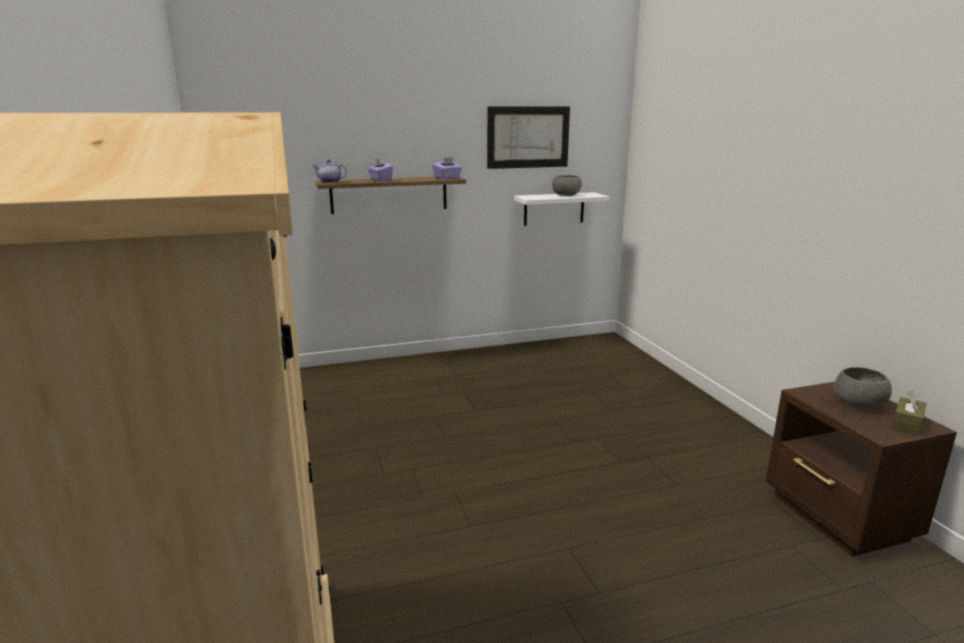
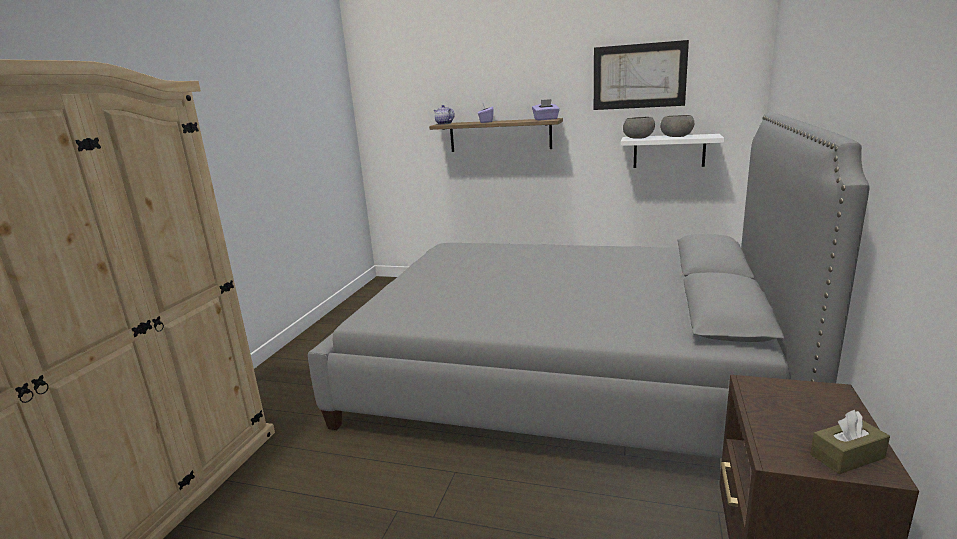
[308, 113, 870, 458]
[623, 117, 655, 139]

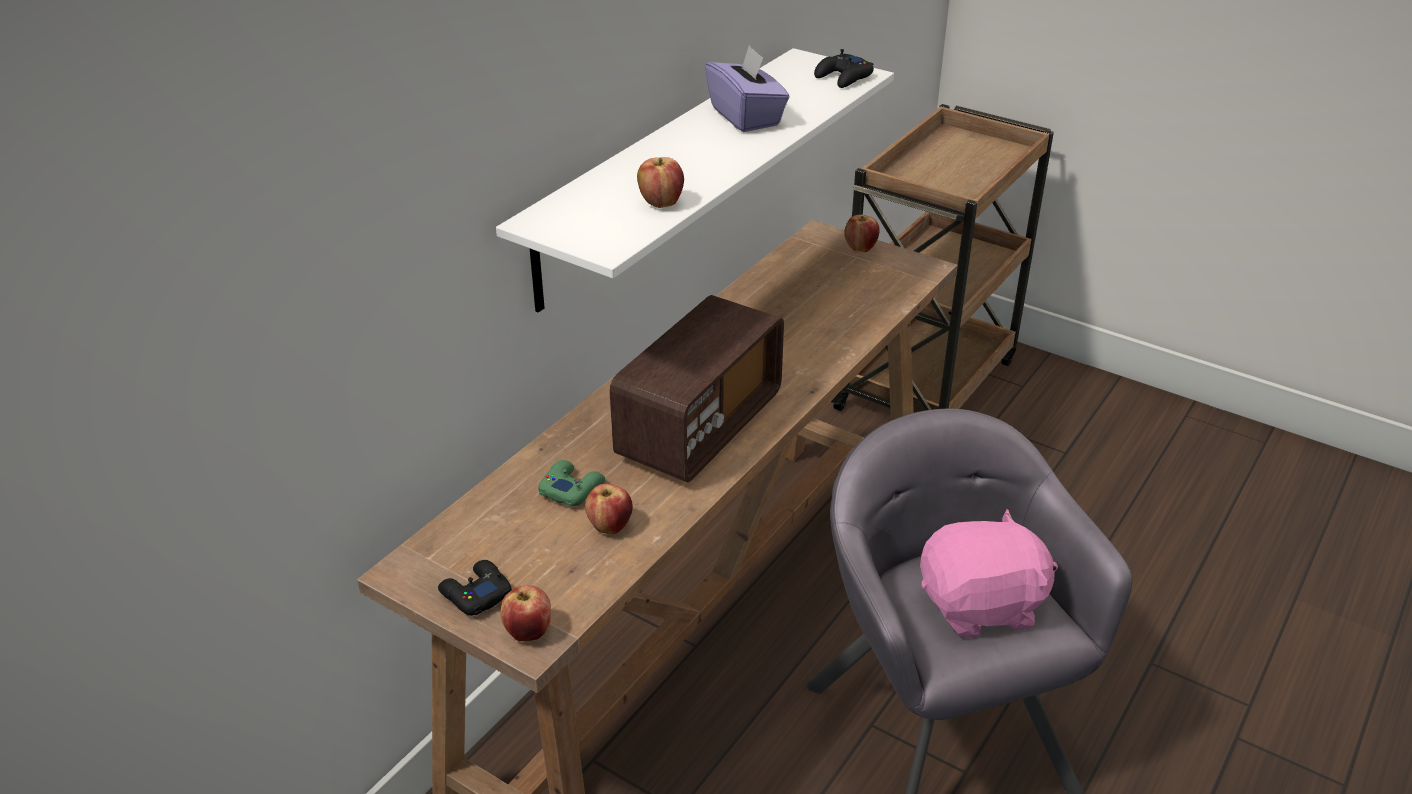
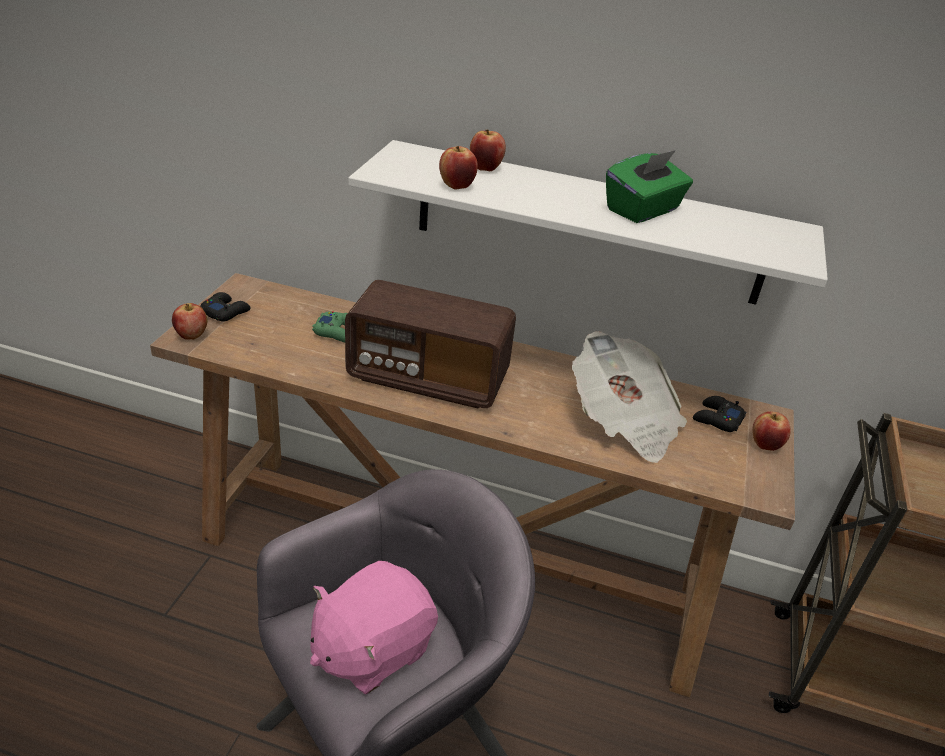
[572, 331, 687, 463]
[470, 130, 506, 171]
[693, 396, 746, 432]
[606, 150, 693, 223]
[310, 561, 438, 695]

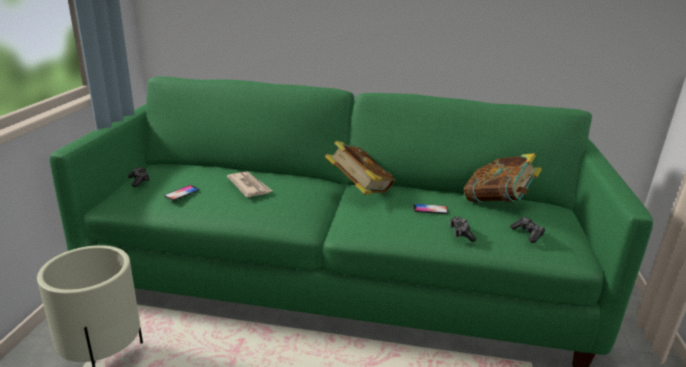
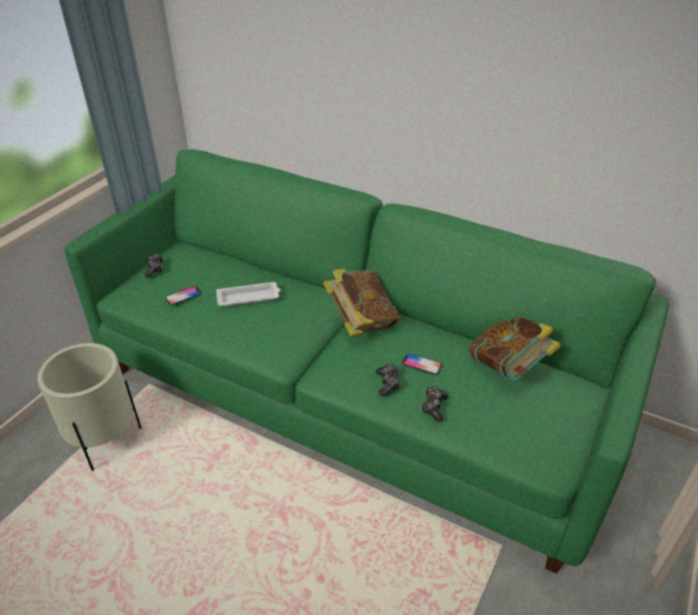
[376, 364, 401, 396]
[216, 282, 281, 306]

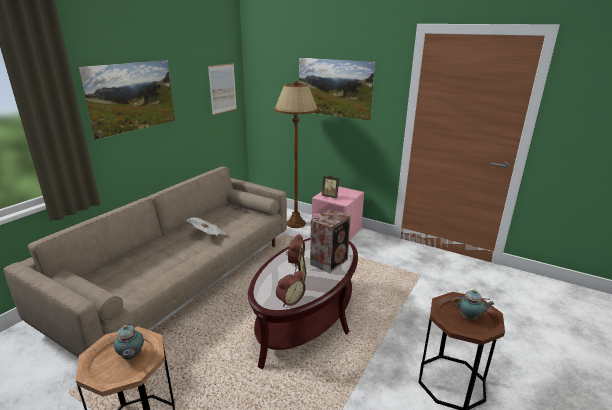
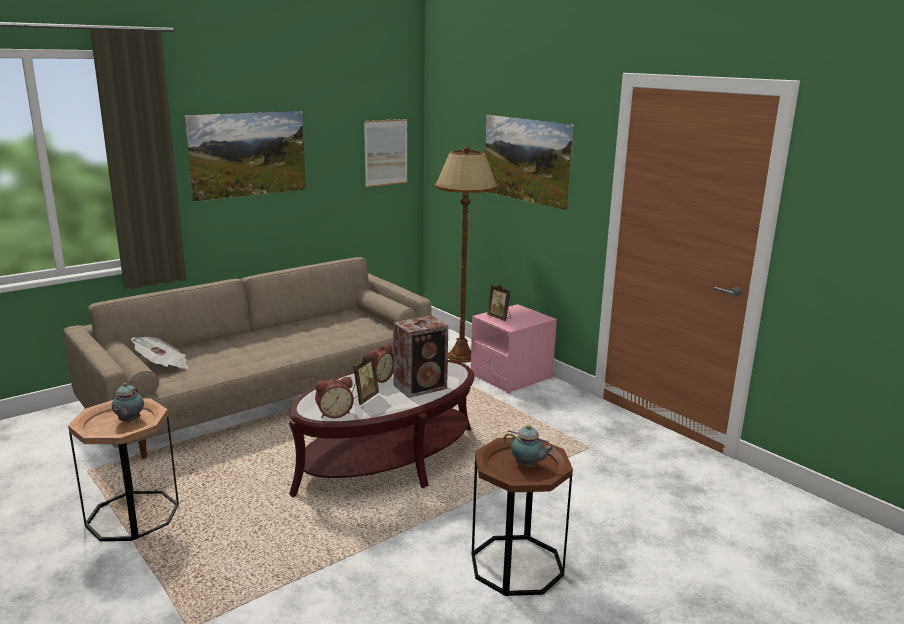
[131, 337, 188, 369]

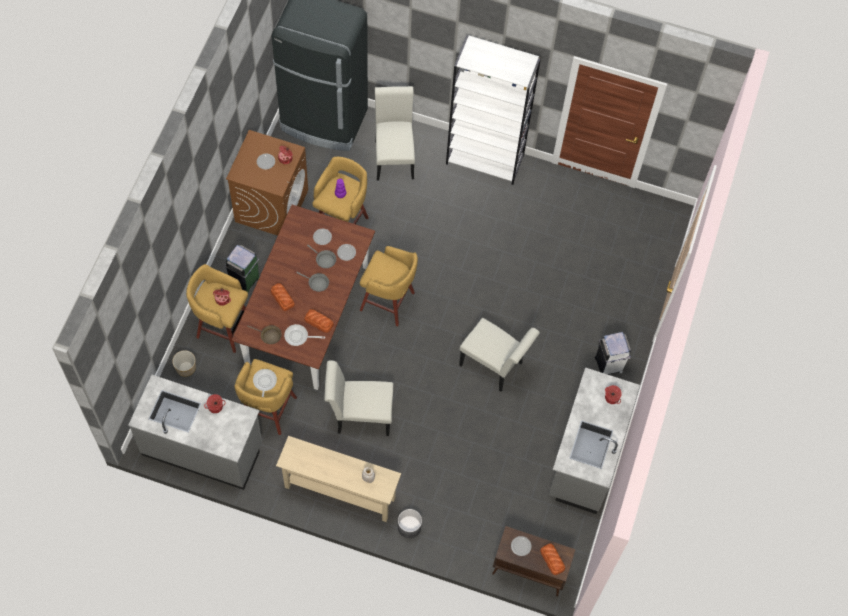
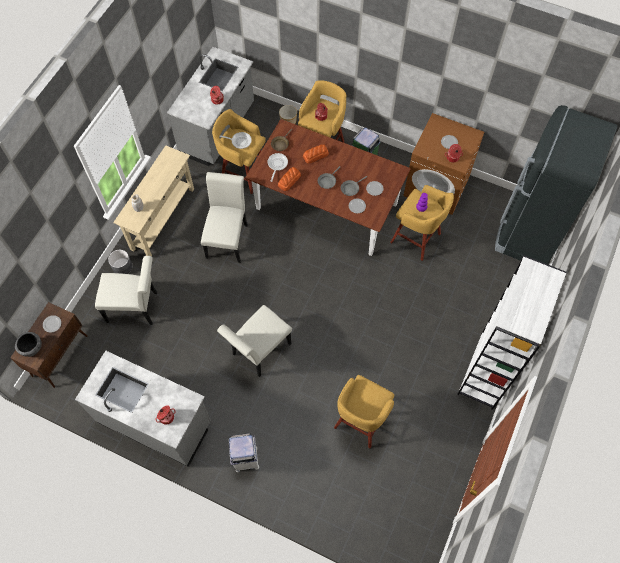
[334, 375, 395, 448]
[95, 256, 157, 325]
[15, 332, 42, 357]

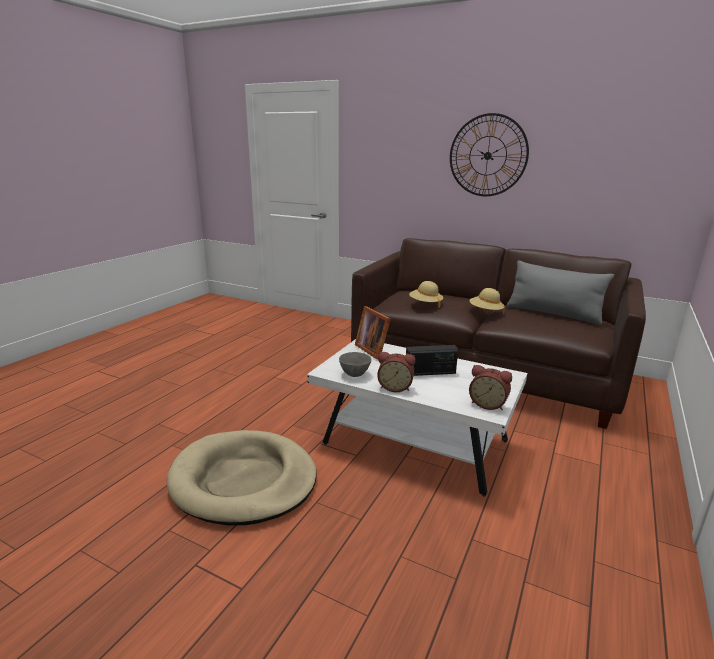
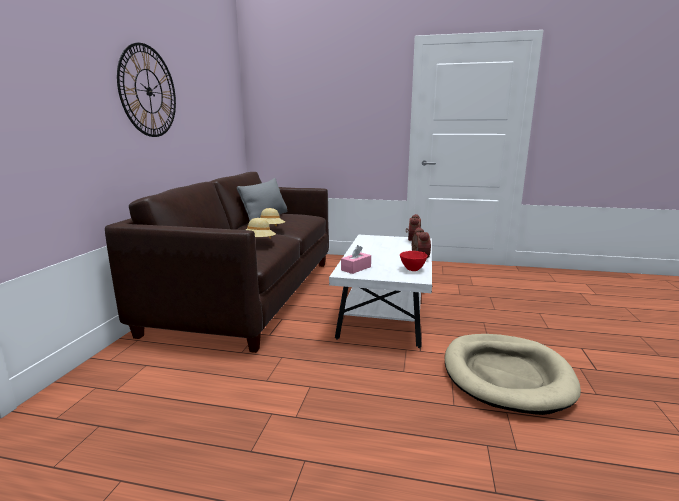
[406, 345, 458, 376] (first image)
[341, 245, 371, 274]
[400, 251, 427, 271]

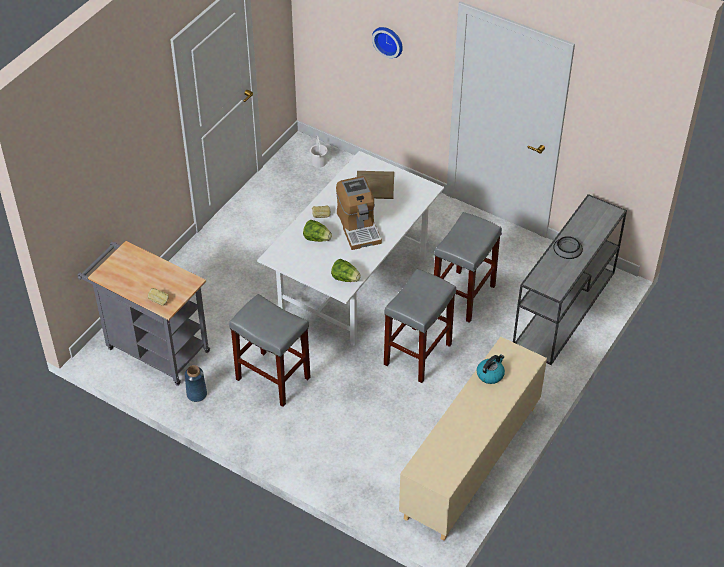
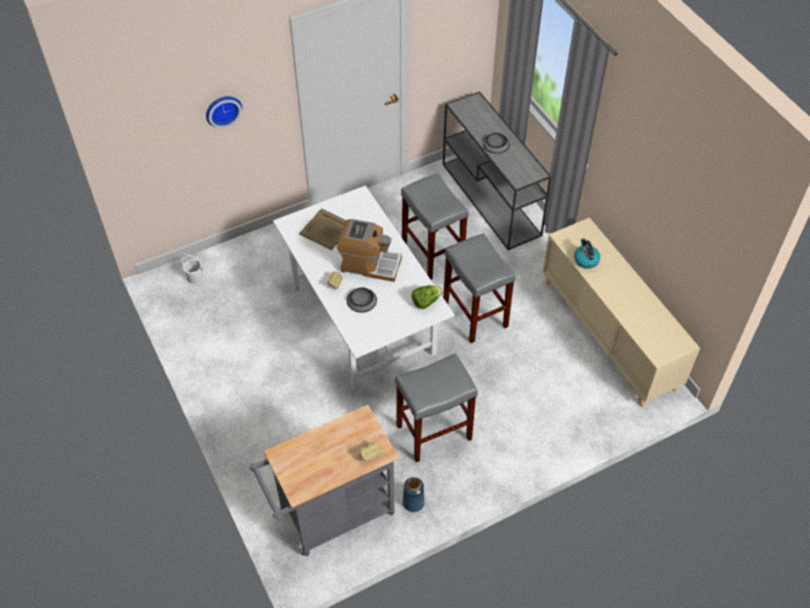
[347, 288, 377, 313]

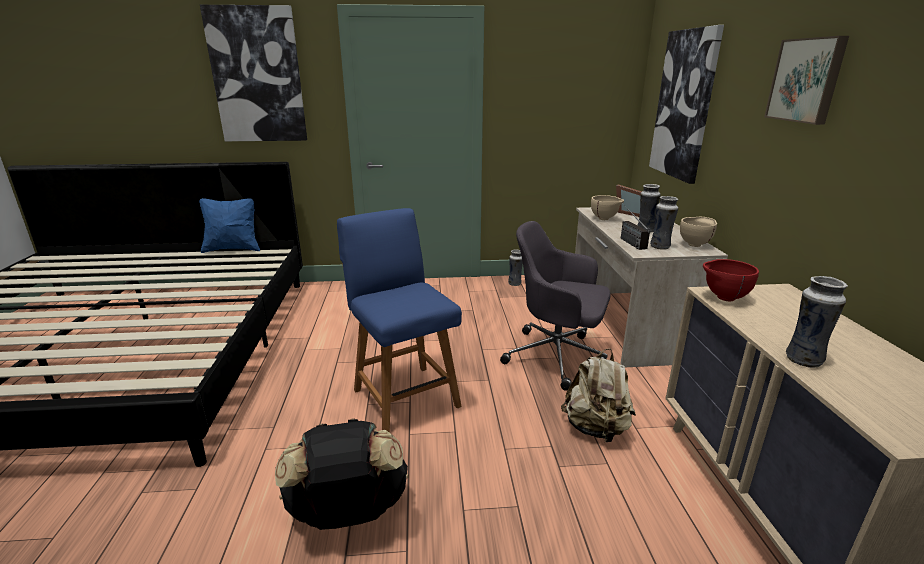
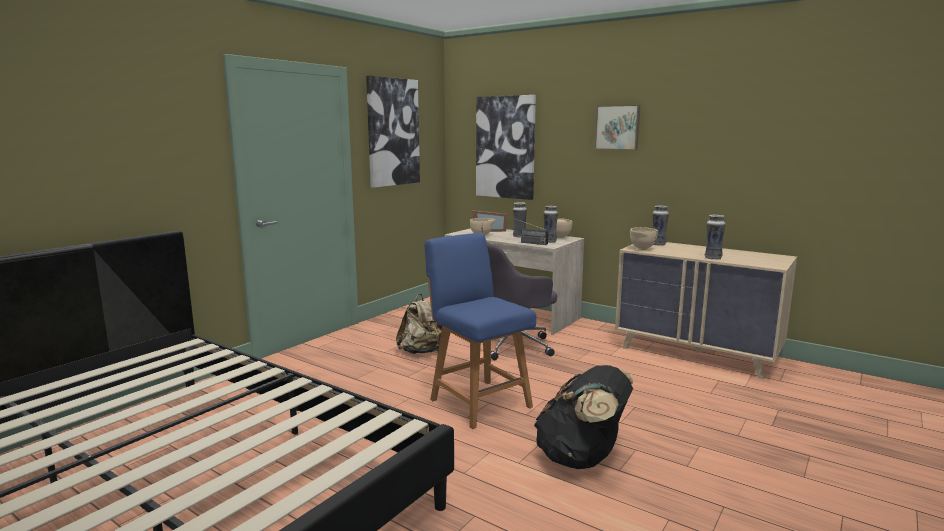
[199, 198, 260, 253] (first image)
[366, 75, 420, 188]
[652, 205, 669, 246]
[396, 294, 442, 354]
[630, 227, 658, 250]
[425, 233, 536, 429]

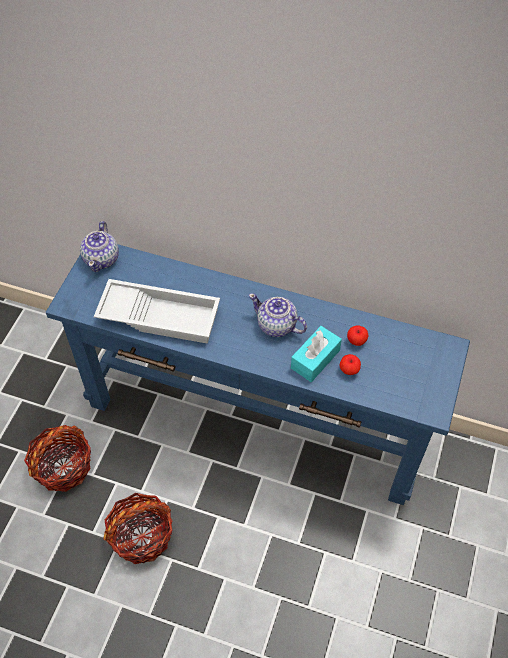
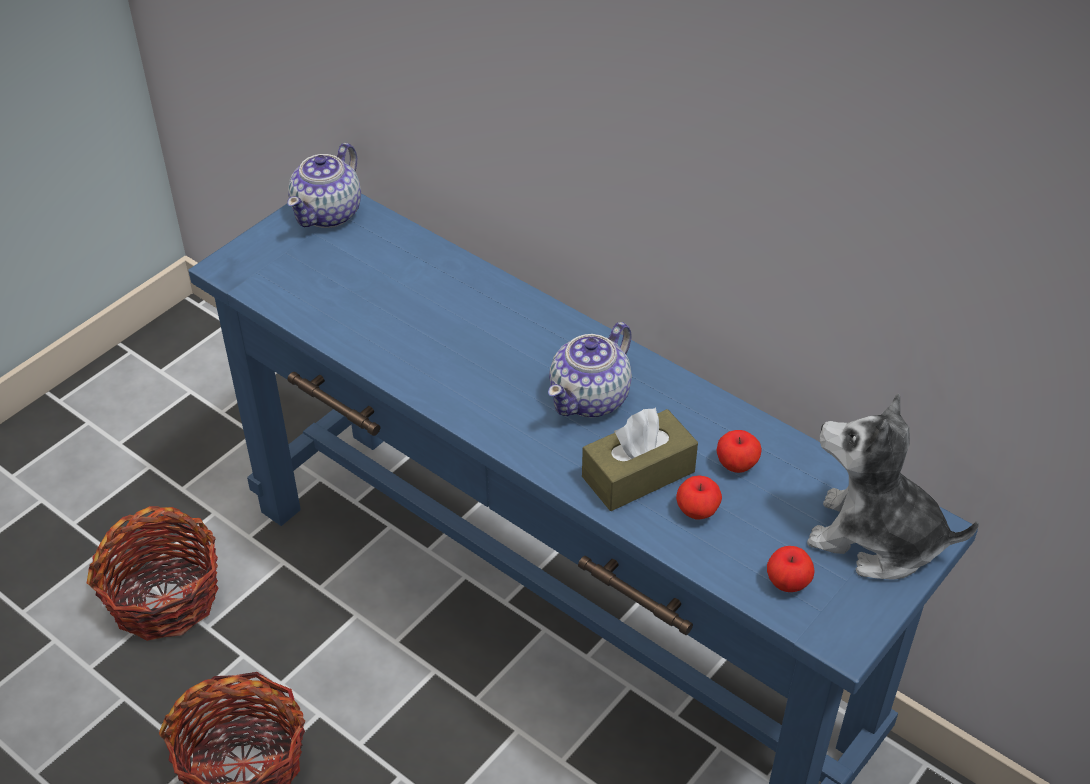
[94, 279, 220, 344] (first image)
[767, 546, 815, 592]
[807, 393, 979, 580]
[582, 407, 698, 511]
[548, 322, 632, 418]

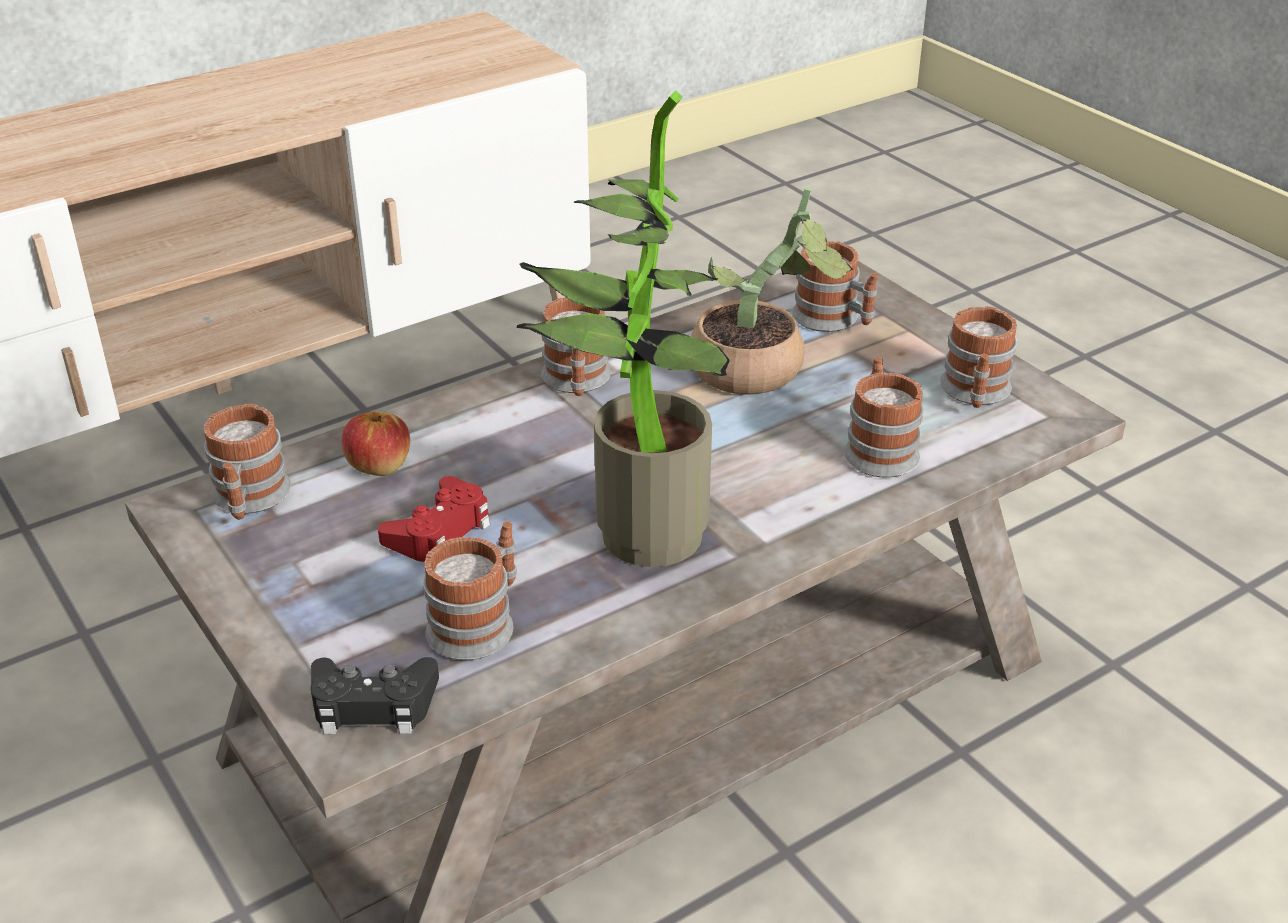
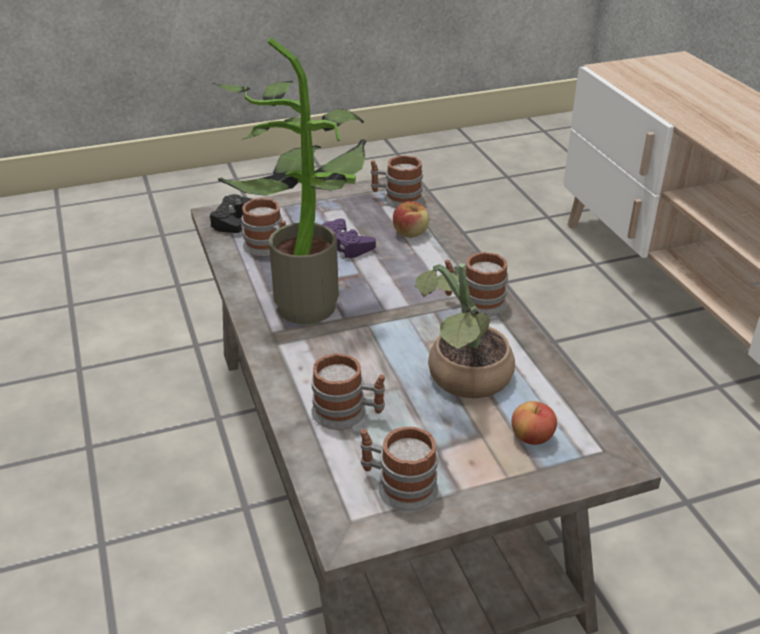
[512, 401, 557, 445]
[322, 219, 376, 259]

